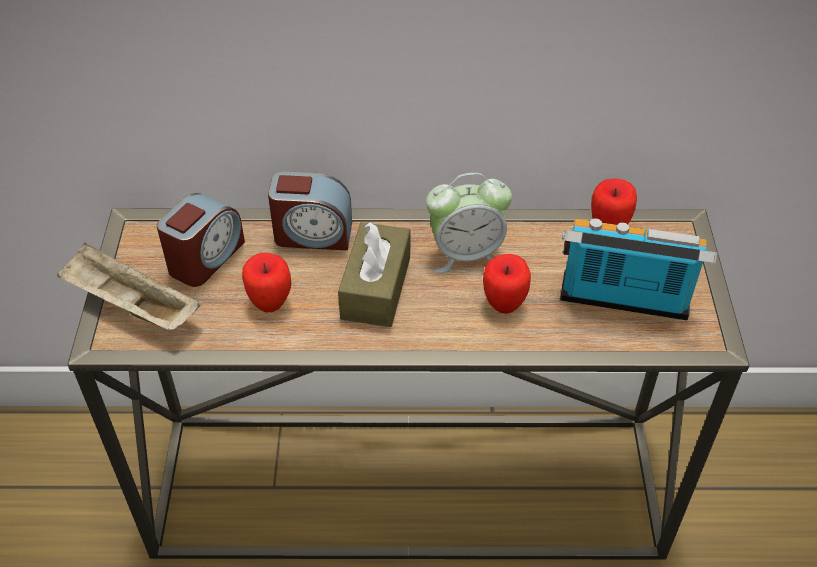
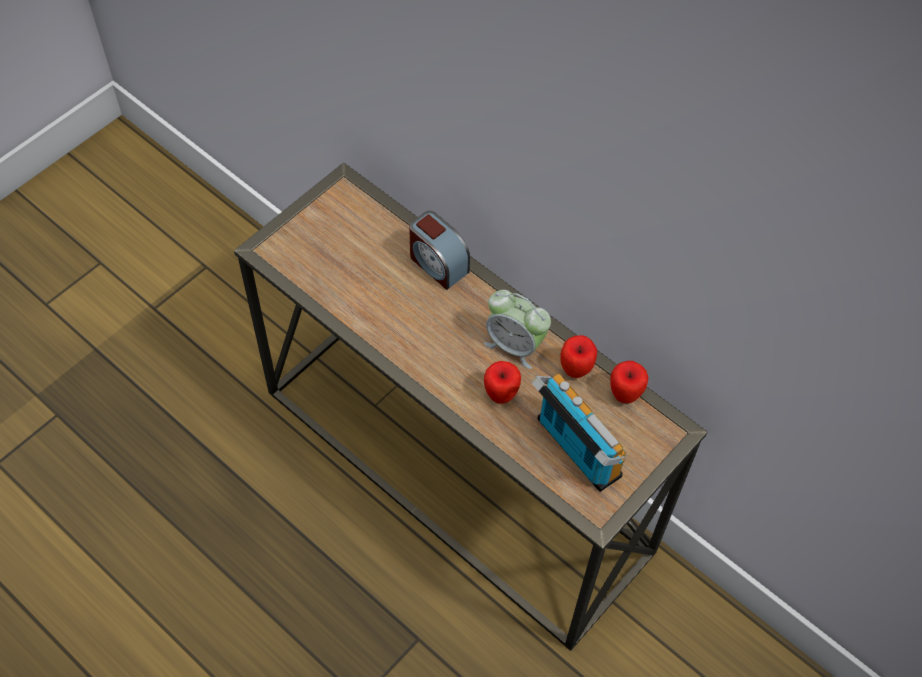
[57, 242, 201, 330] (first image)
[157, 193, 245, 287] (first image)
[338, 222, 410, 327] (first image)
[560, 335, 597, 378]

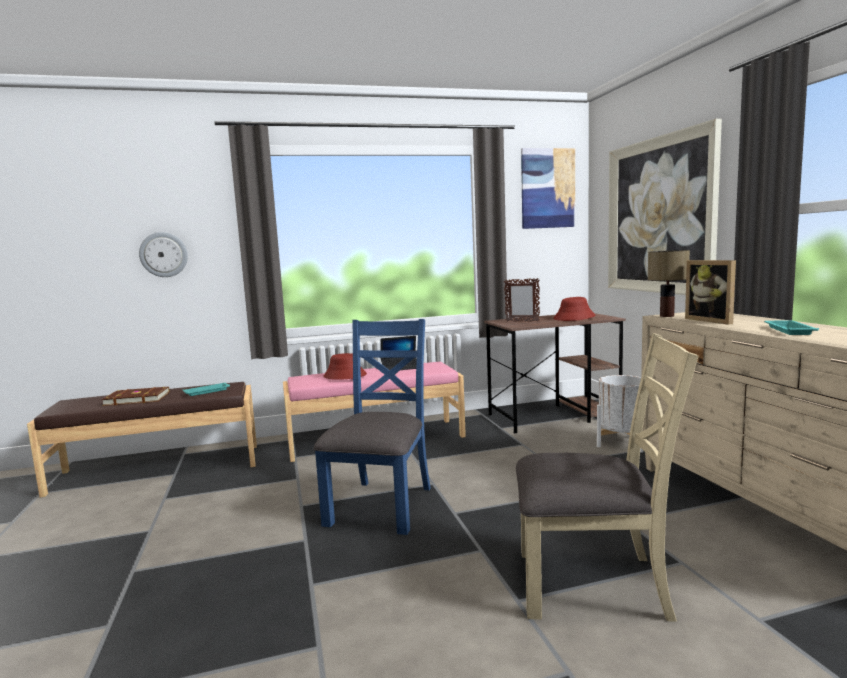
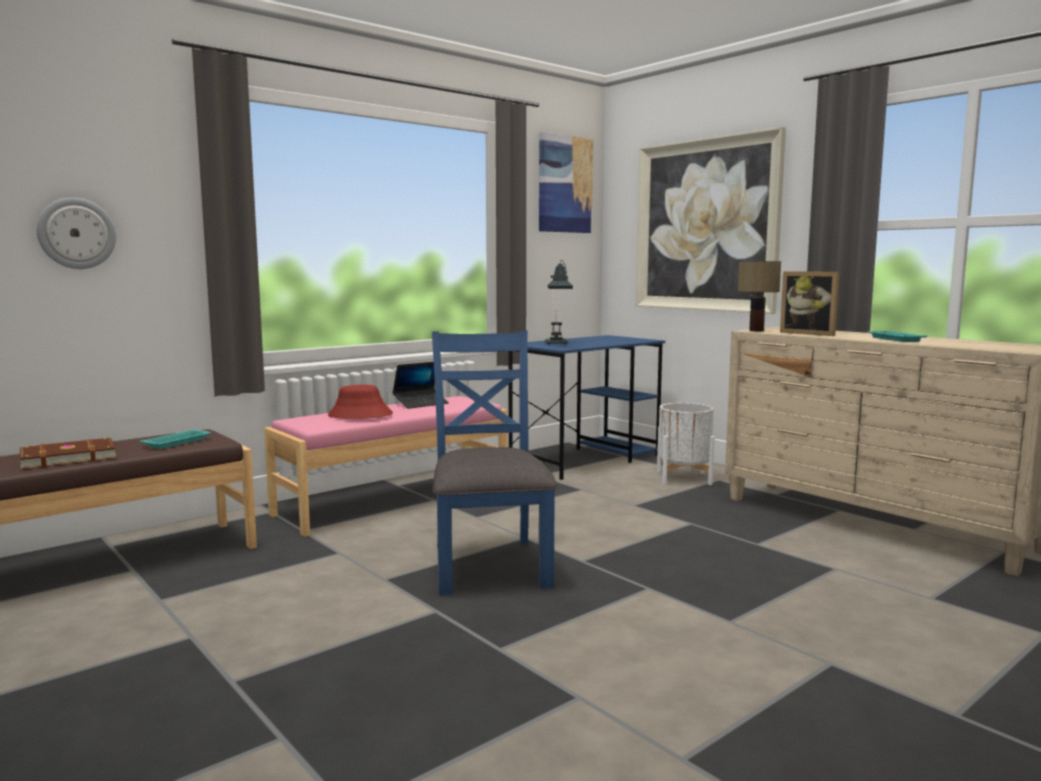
[516, 333, 698, 622] (first image)
[554, 297, 595, 321] (first image)
[545, 260, 573, 344]
[508, 335, 665, 480]

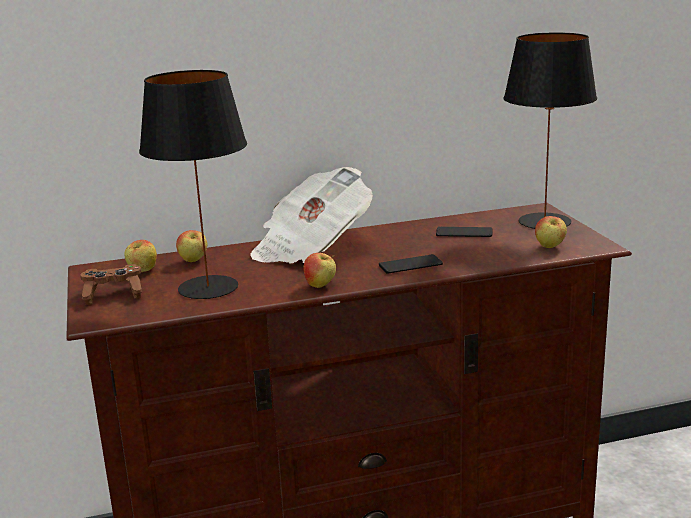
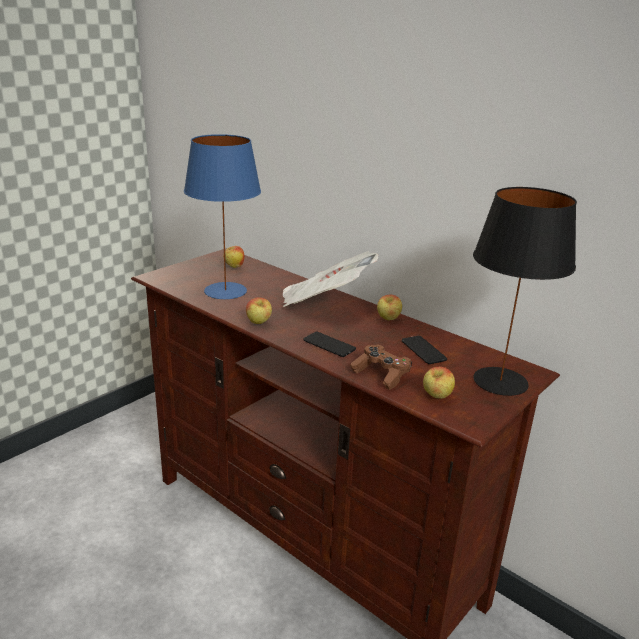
[350, 344, 412, 390]
[377, 295, 402, 320]
[184, 134, 261, 300]

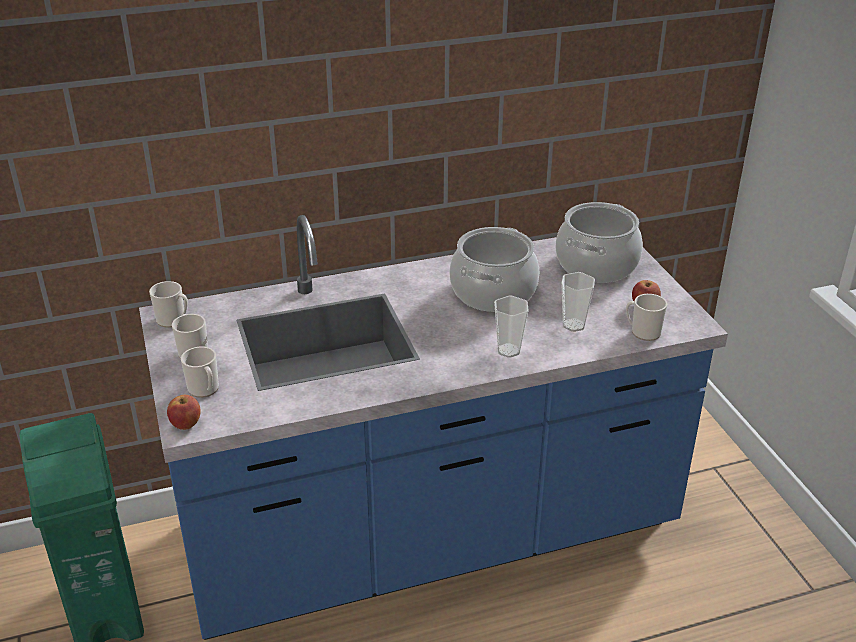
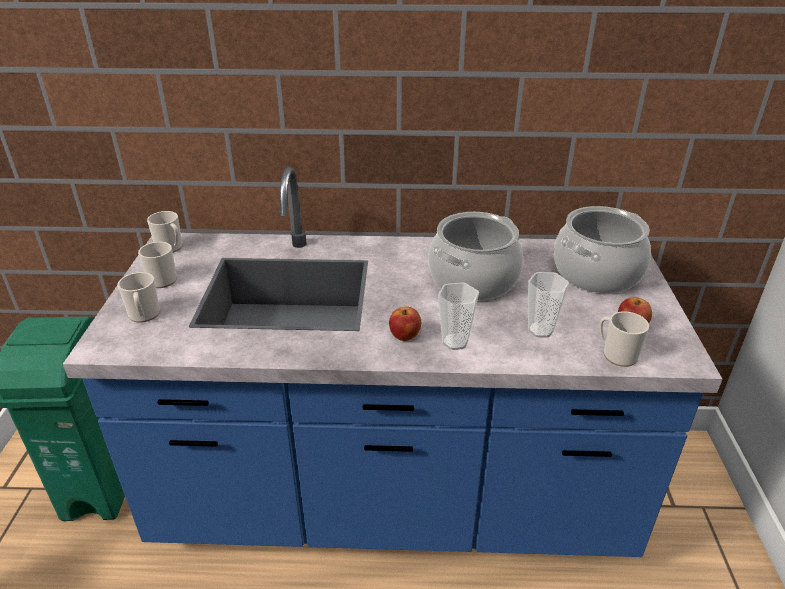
[389, 307, 421, 341]

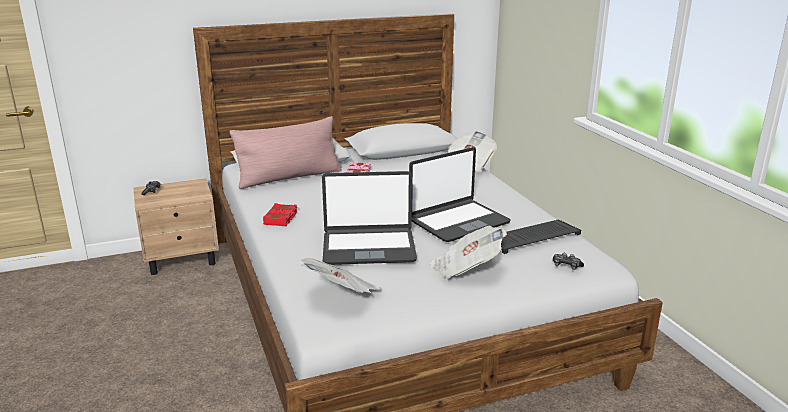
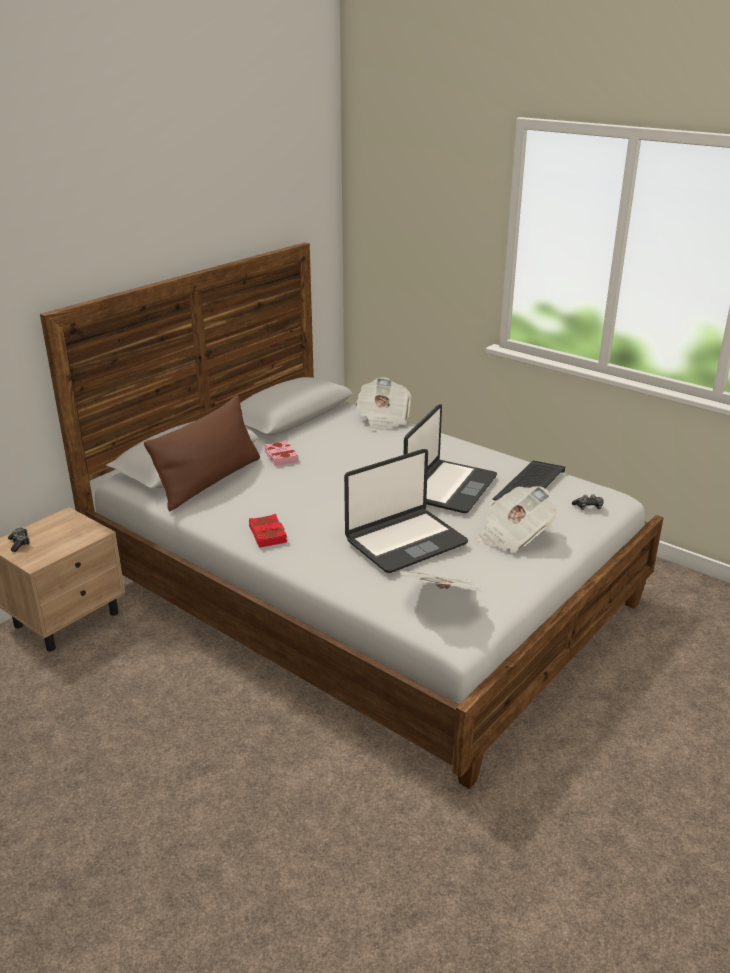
[144, 395, 260, 511]

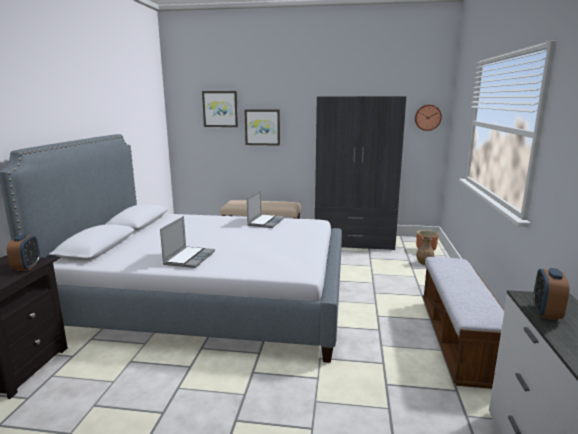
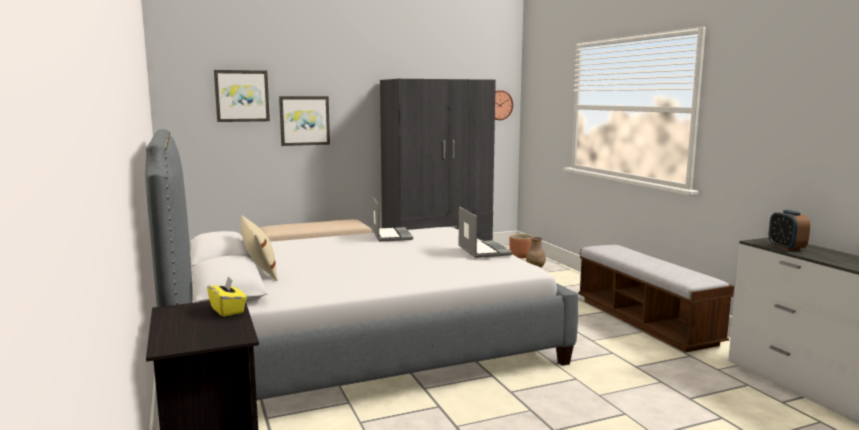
[241, 215, 278, 281]
[458, 207, 513, 258]
[207, 276, 247, 317]

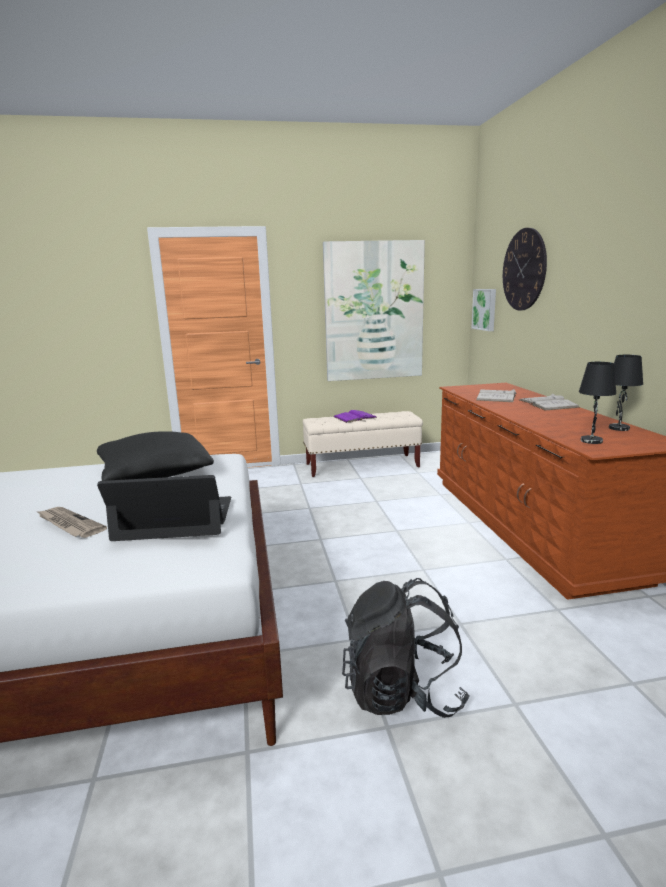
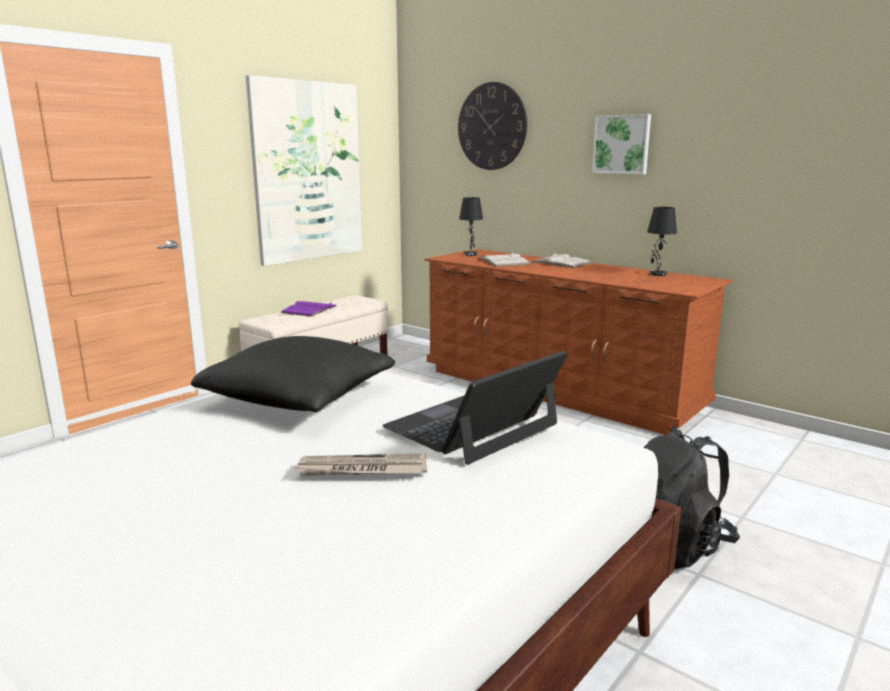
[592, 114, 651, 174]
[459, 197, 483, 256]

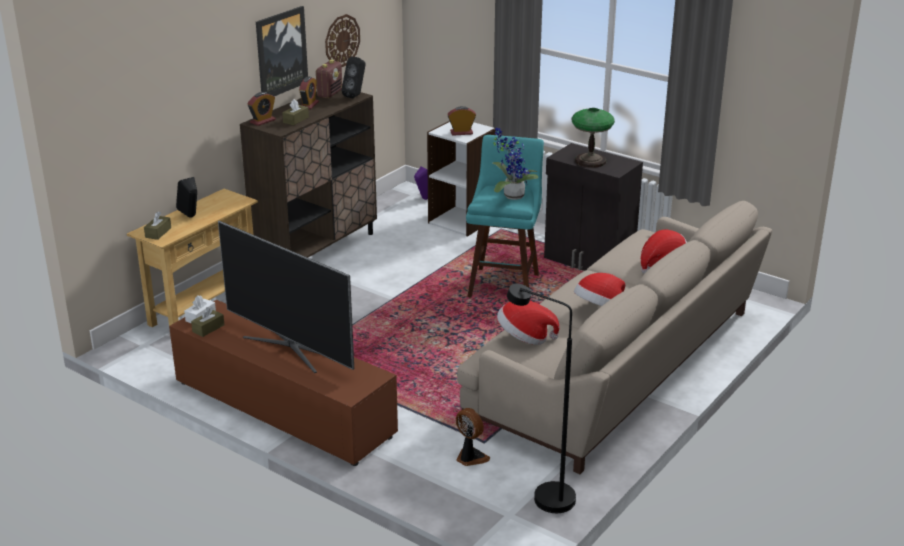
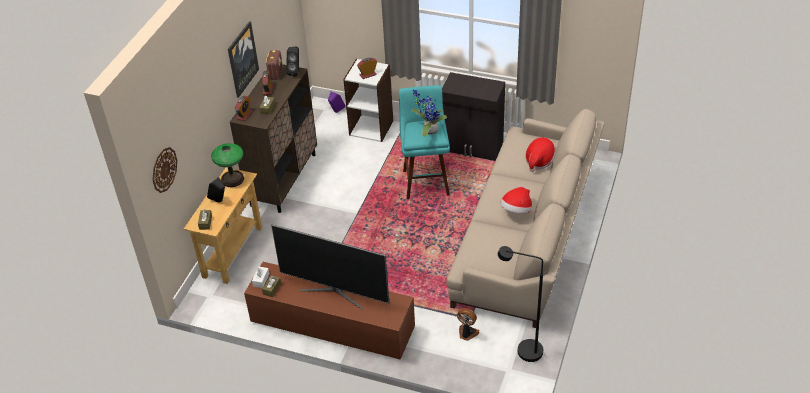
[497, 301, 559, 345] (first image)
[153, 147, 177, 193]
[211, 143, 244, 187]

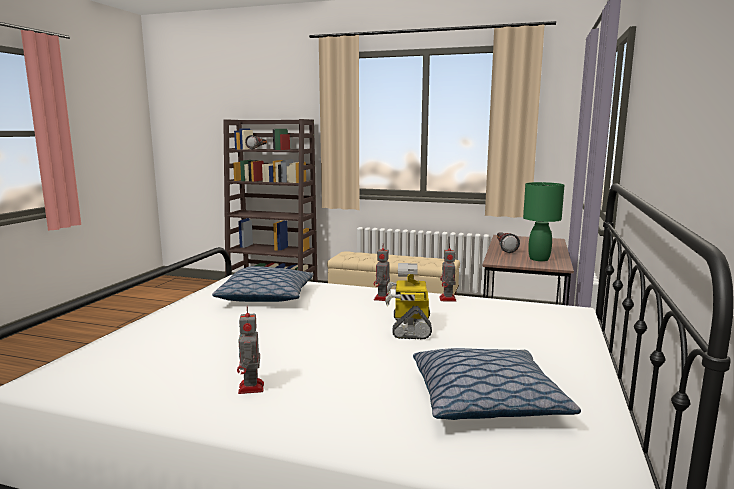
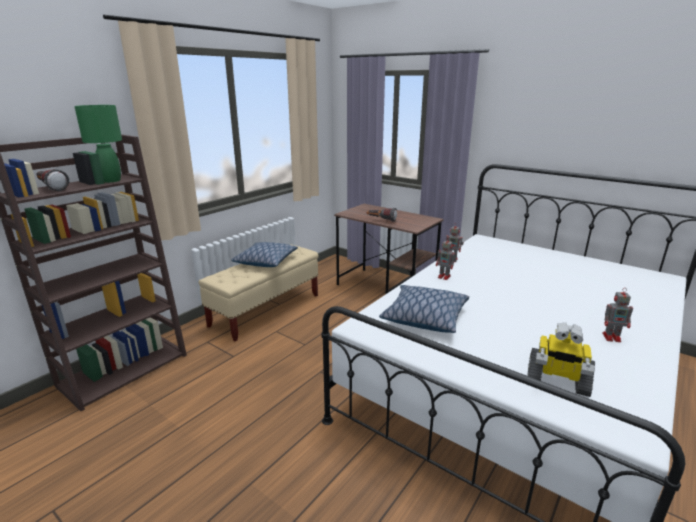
[527, 323, 595, 397]
[231, 242, 298, 267]
[74, 105, 122, 183]

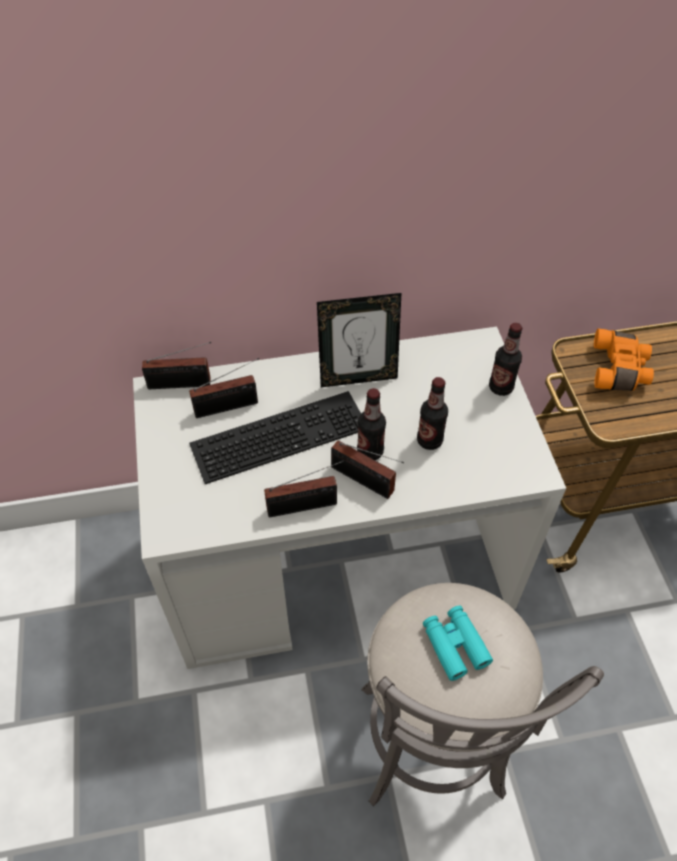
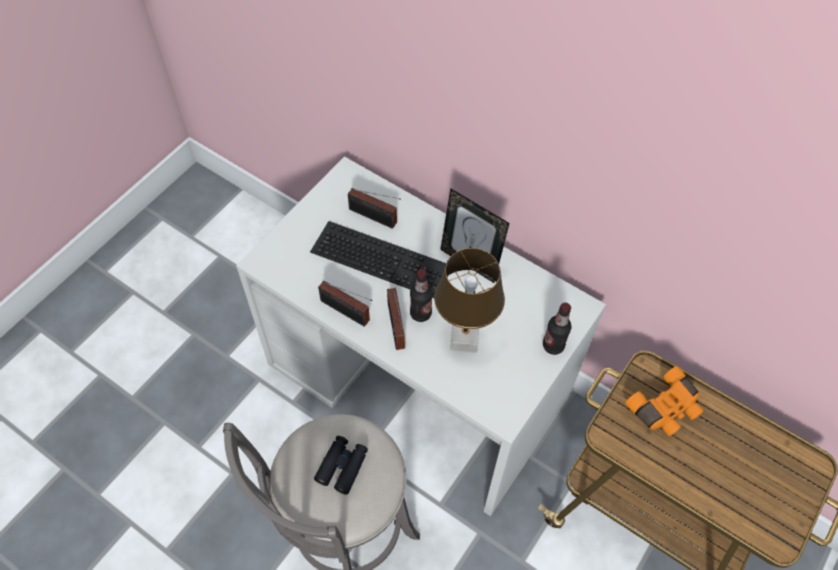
[142, 342, 211, 389] (first image)
[434, 248, 505, 353]
[314, 436, 368, 495]

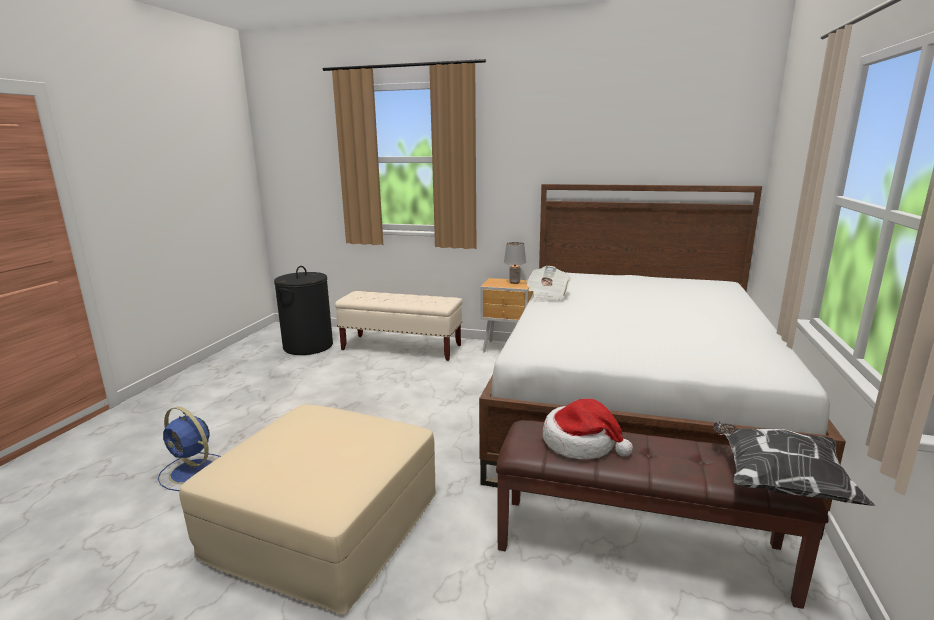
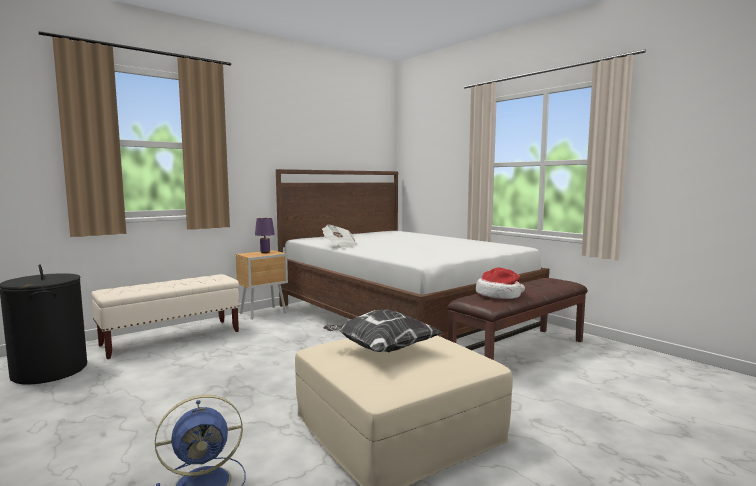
[323, 310, 443, 352]
[255, 218, 275, 253]

